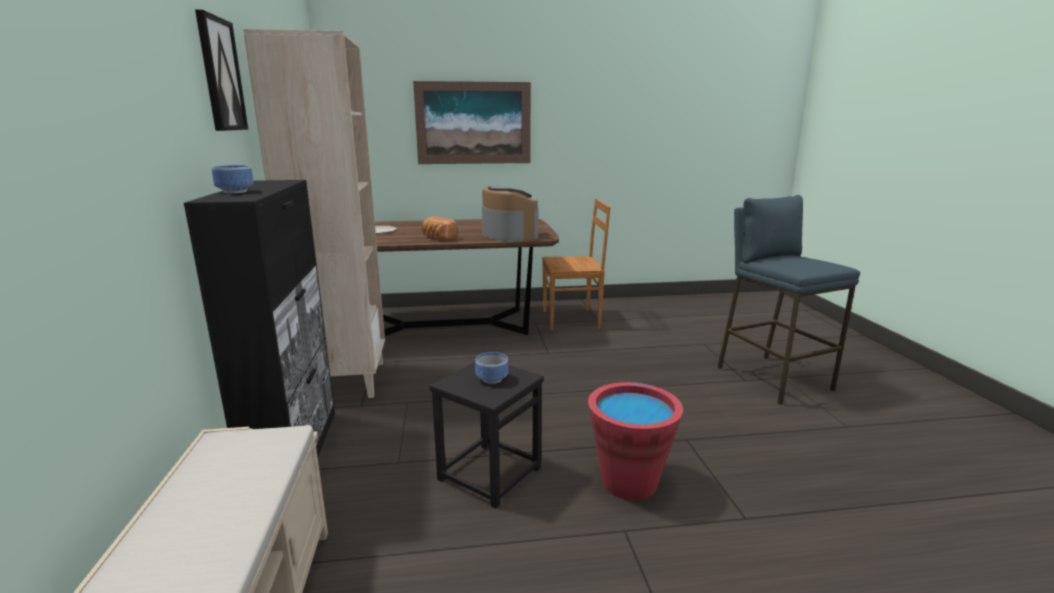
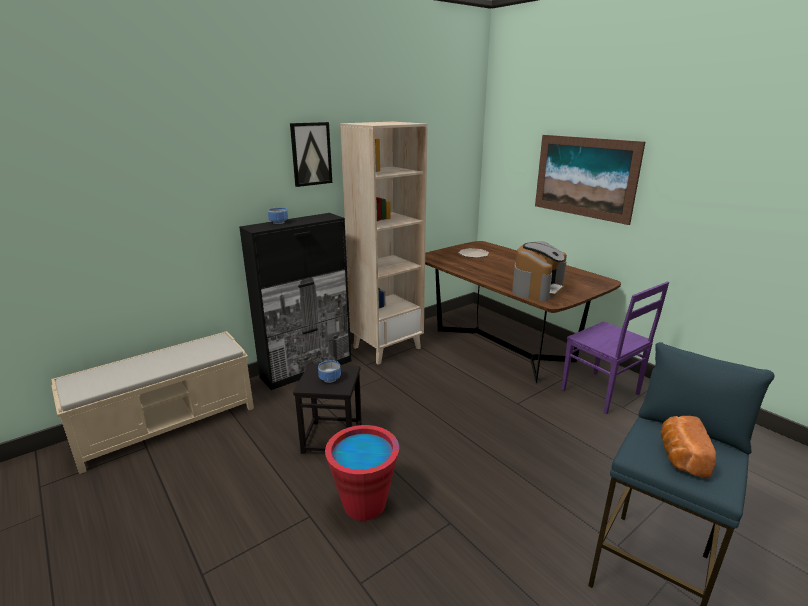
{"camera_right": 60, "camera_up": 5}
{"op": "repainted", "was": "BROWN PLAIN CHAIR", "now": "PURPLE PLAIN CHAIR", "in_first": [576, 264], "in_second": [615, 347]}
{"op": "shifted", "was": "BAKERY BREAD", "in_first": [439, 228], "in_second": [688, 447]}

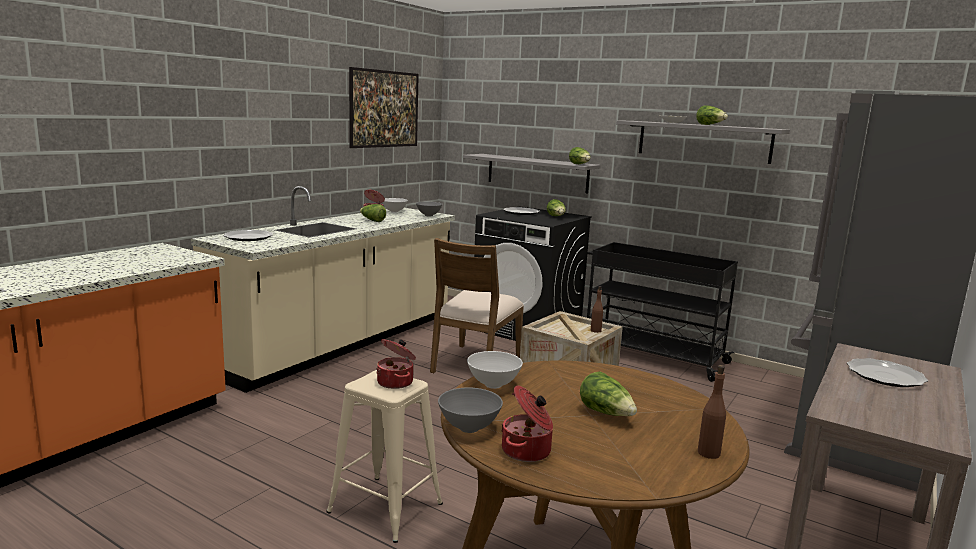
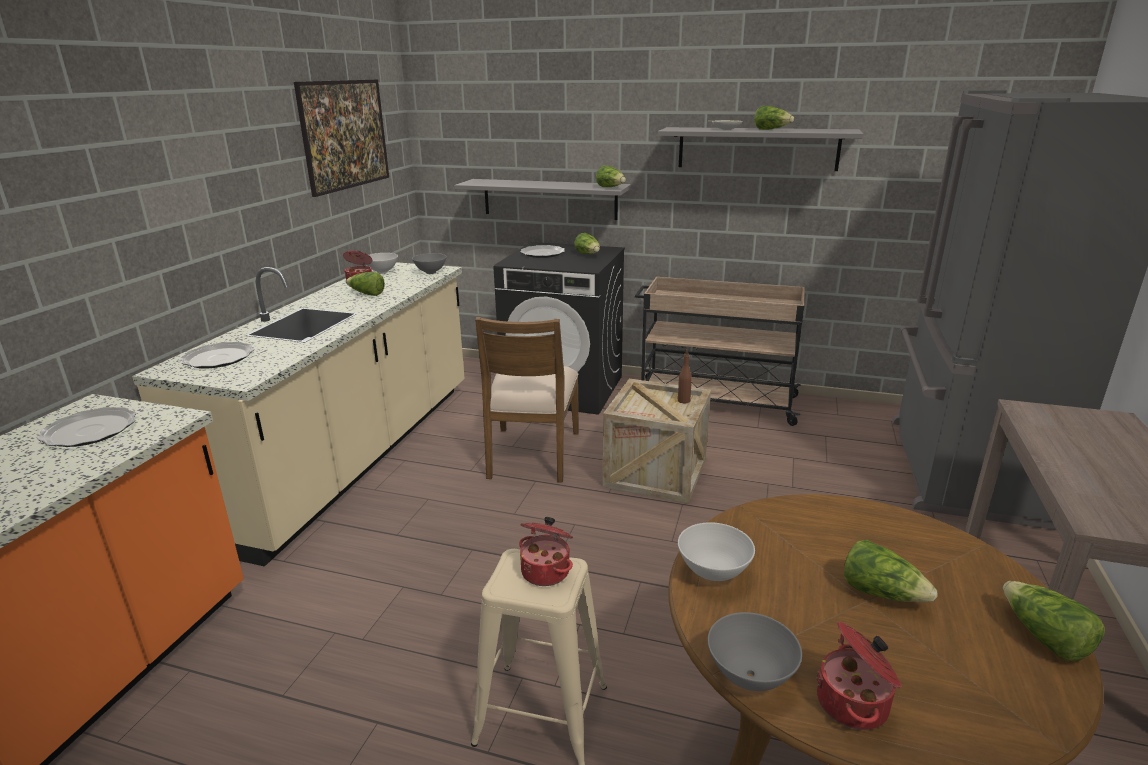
{"camera_right": -15, "camera_up": 10}
{"op": "shifted", "was": "FLAT DISH", "in_first": [887, 372], "in_second": [87, 427]}
{"op": "repainted", "was": "BLACK WHEELED CART", "now": "BEIGE WHEELED CART", "in_first": [662, 312], "in_second": [720, 351]}
{"op": "swapped", "was": "BROWN BEVERAGE BOTTLE", "now": "HEAD OF LETTUCE", "in_first": [712, 412], "in_second": [1054, 621]}

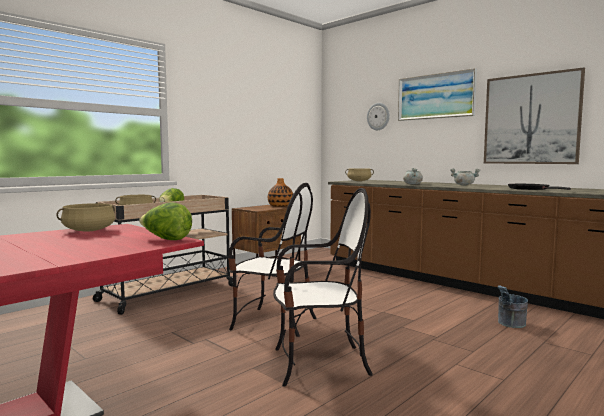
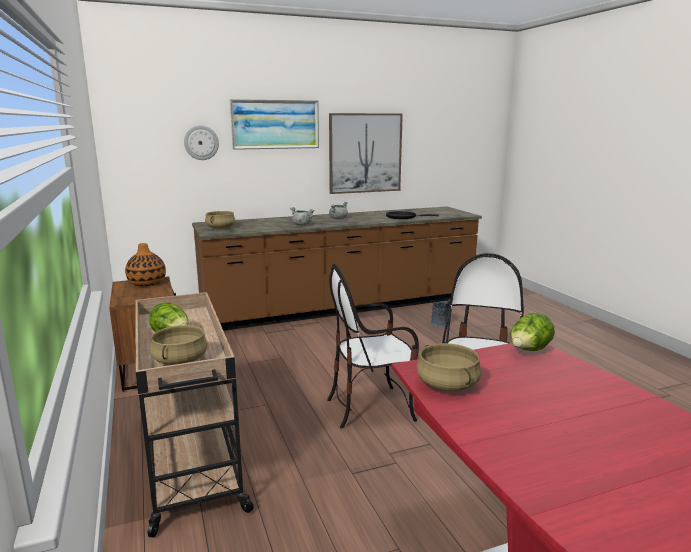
{"camera_right": -65, "camera_up": 10}
{"op": "rotated", "was": "PLAIN CHAIR", "in_first": [272, 260], "in_second": [373, 346], "clockwise": -150}

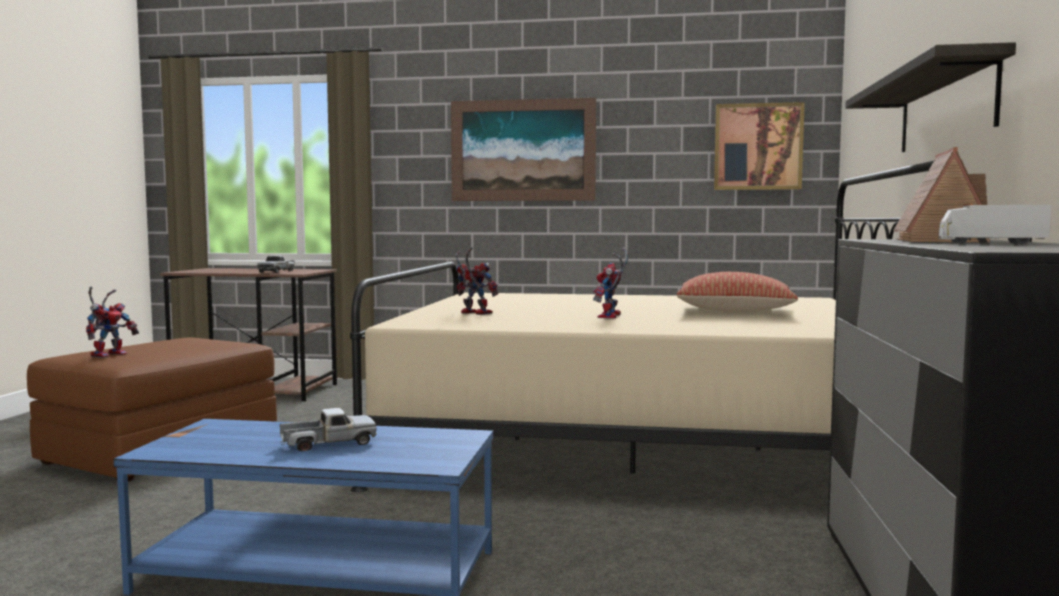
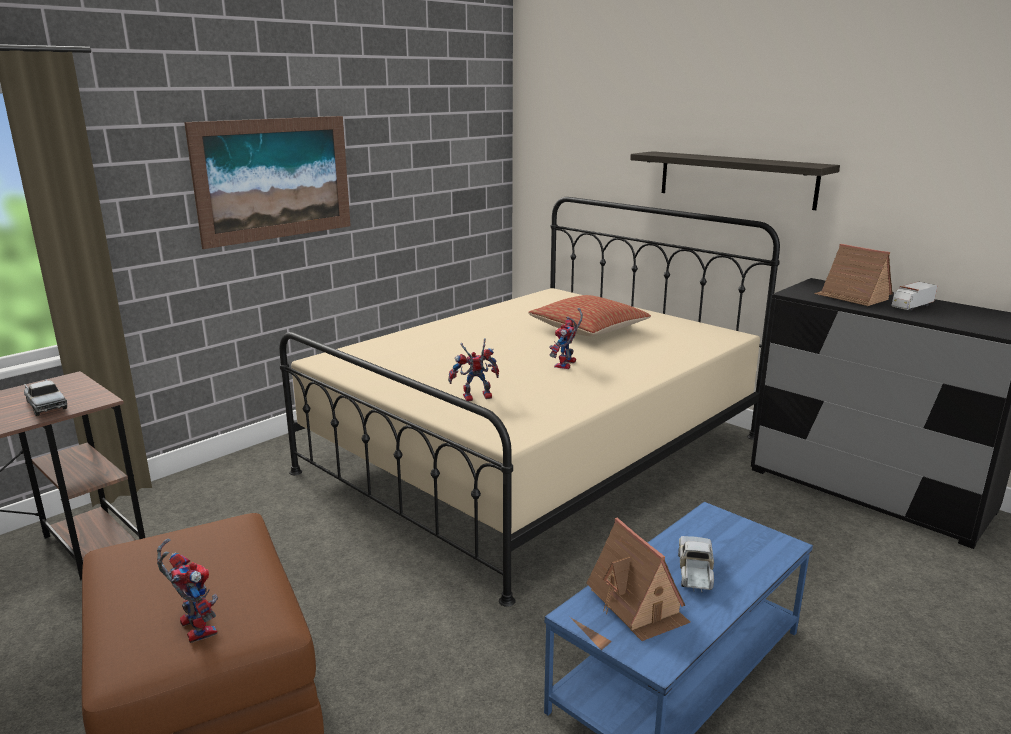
{"camera_right": -55, "camera_up": 15}
{"op": "rotated", "was": "ROBOT FIGURE", "in_first": [610, 283], "in_second": [566, 338], "clockwise": 60}
{"op": "new", "now": "TOY HOUSE", "in_second": [638, 579]}
{"op": "gone", "was": "WALL ART", "in_first": [759, 146]}

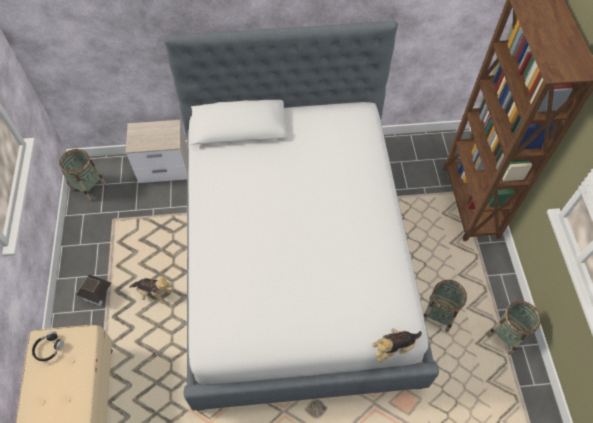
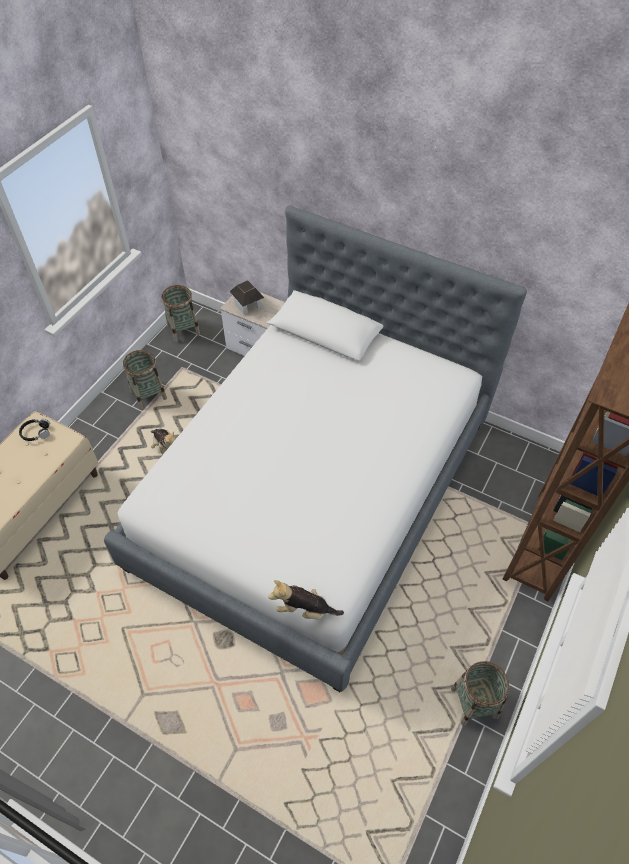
{"camera_right": 35, "camera_up": -5}
{"op": "shifted", "was": "STORAGE BASKET", "in_first": [445, 306], "in_second": [145, 380]}
{"op": "shifted", "was": "TOY HOUSE", "in_first": [93, 290], "in_second": [247, 297]}

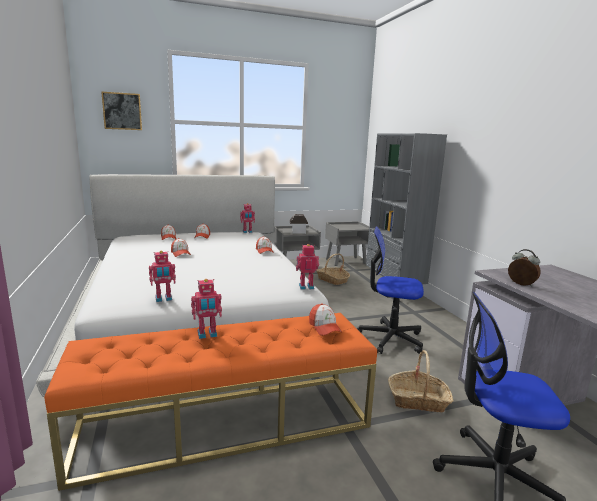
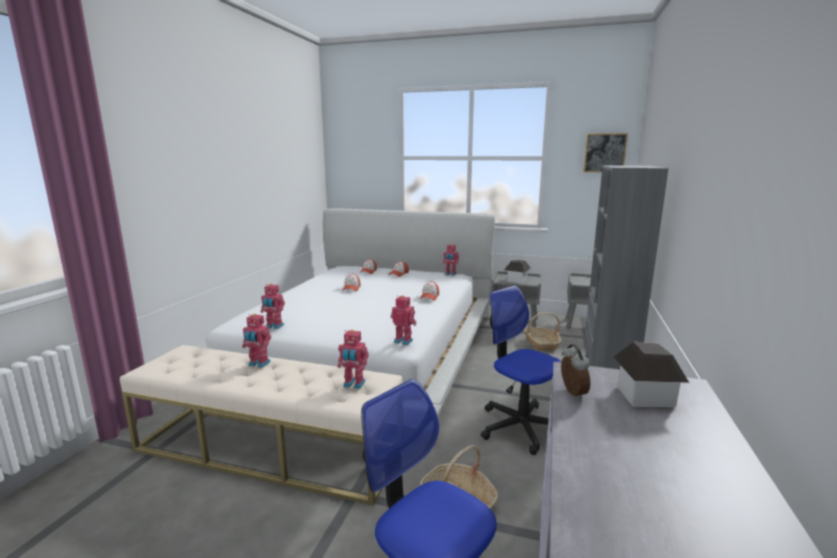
{"camera_right": 35, "camera_up": 0}
{"op": "repainted", "was": "ORANGE-COLOURED BENCH", "now": "BEIGE BENCH", "in_first": [210, 402], "in_second": [261, 425]}
{"op": "swapped", "was": "BASEBALL CAP", "now": "ROBOT FIGURE", "in_first": [325, 319], "in_second": [353, 359]}
{"op": "shifted", "was": "WALL ART", "in_first": [121, 110], "in_second": [605, 152]}
{"op": "new", "now": "TOY HOUSE", "in_second": [651, 374]}

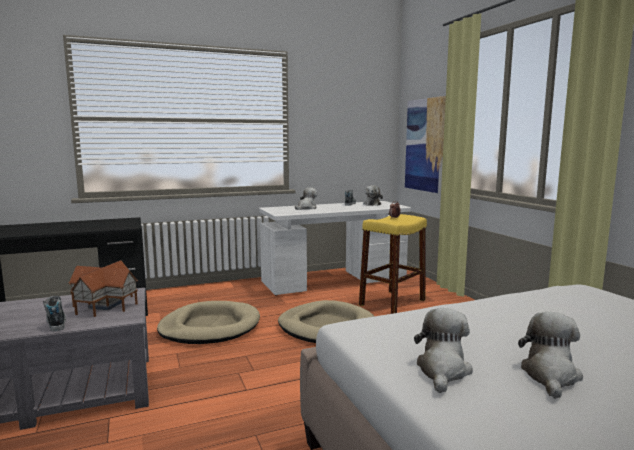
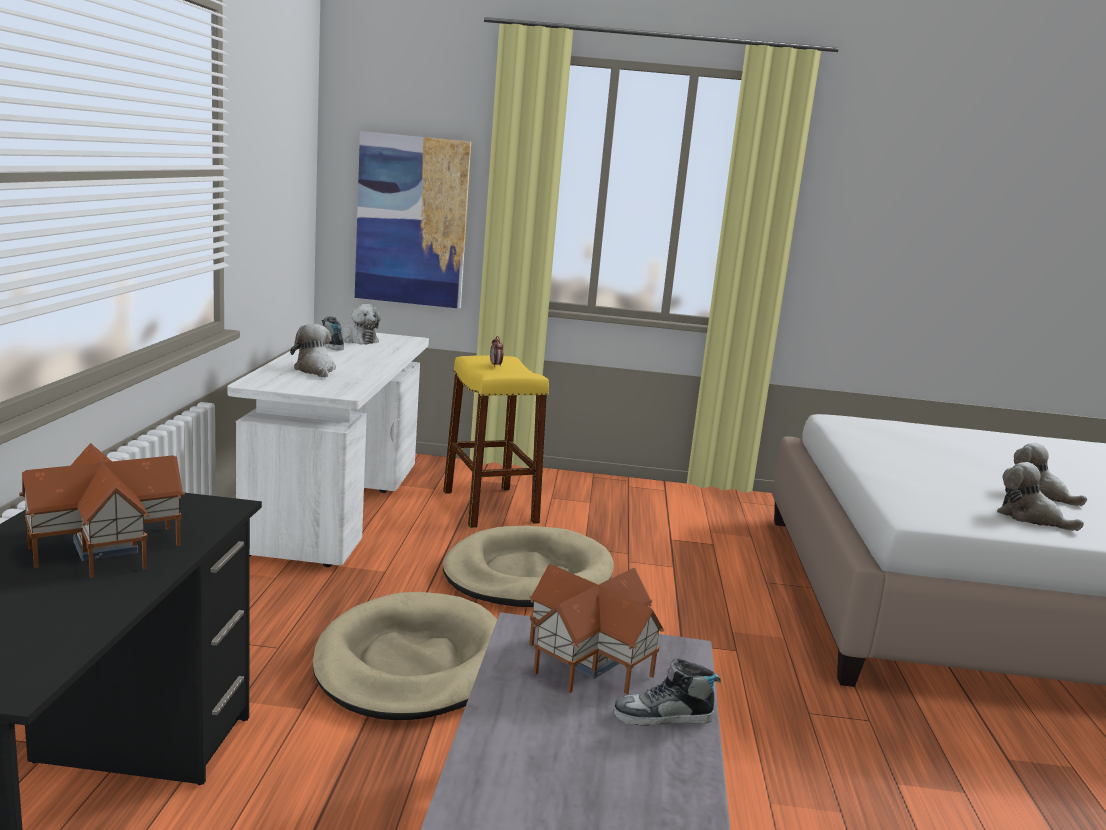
{"camera_right": -65, "camera_up": 5}
{"op": "new", "now": "TOY HOUSE", "in_second": [102, 510]}

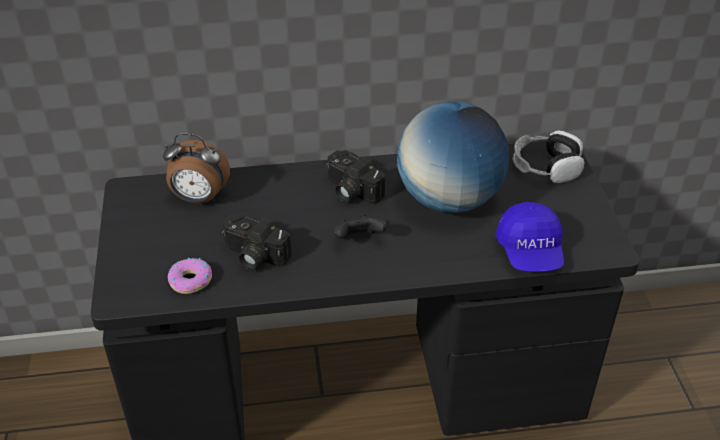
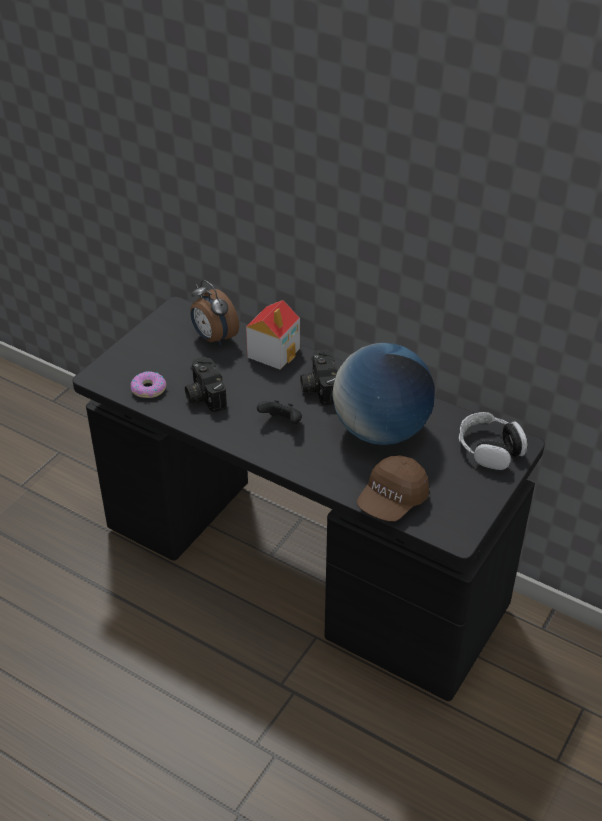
{"camera_right": 40, "camera_up": 0}
{"op": "new", "now": "TOY HOUSE", "in_second": [273, 335]}
{"op": "repainted", "was": "BLUE BASEBALL CAP", "now": "BROWN BASEBALL CAP", "in_first": [529, 237], "in_second": [393, 488]}

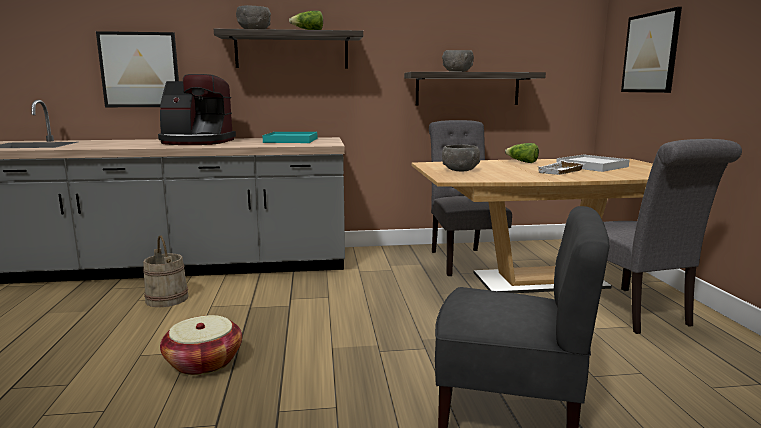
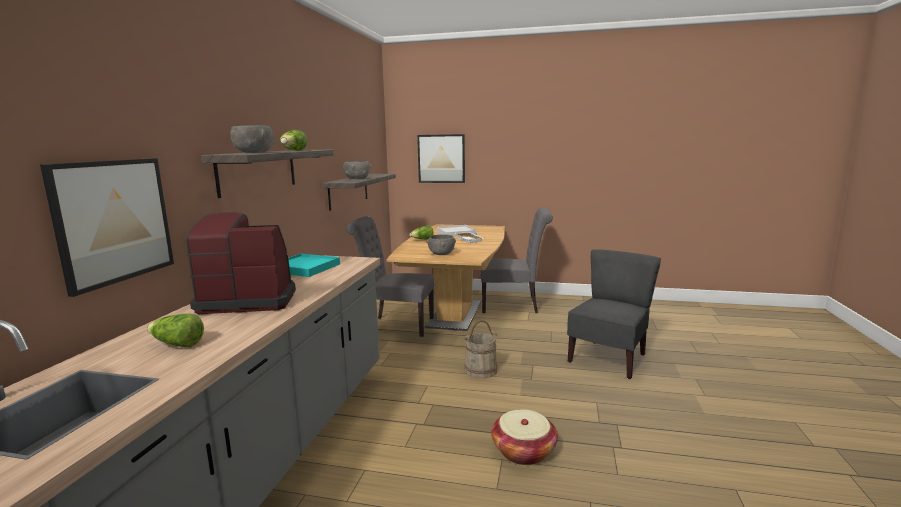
{"camera_right": -70, "camera_up": 0}
{"op": "new", "now": "HEAD OF LETTUCE", "in_second": [175, 330]}
{"op": "rotated", "was": "COFFEE MACHINE", "in_first": [197, 109], "in_second": [241, 263], "clockwise": -120}
{"op": "shifted", "was": "BEIGE BUCKET", "in_first": [166, 271], "in_second": [480, 349]}

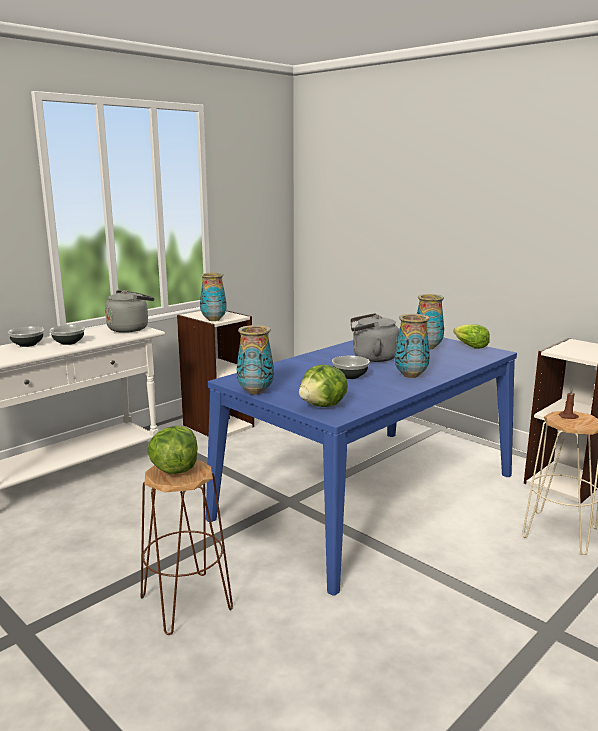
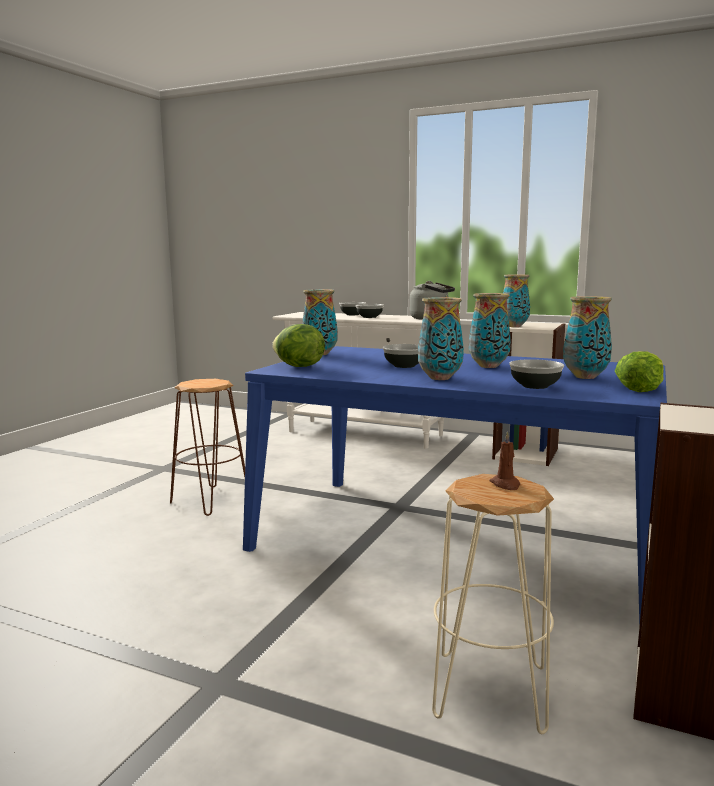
{"camera_right": 70, "camera_up": -5}
{"op": "swapped", "was": "GRAY TEA KETTLE", "now": "VASE", "in_first": [375, 337], "in_second": [490, 330]}
{"op": "new", "now": "DEEP DISH", "in_second": [536, 374]}
{"op": "gone", "was": "HEAD OF LETTUCE", "in_first": [172, 450]}

